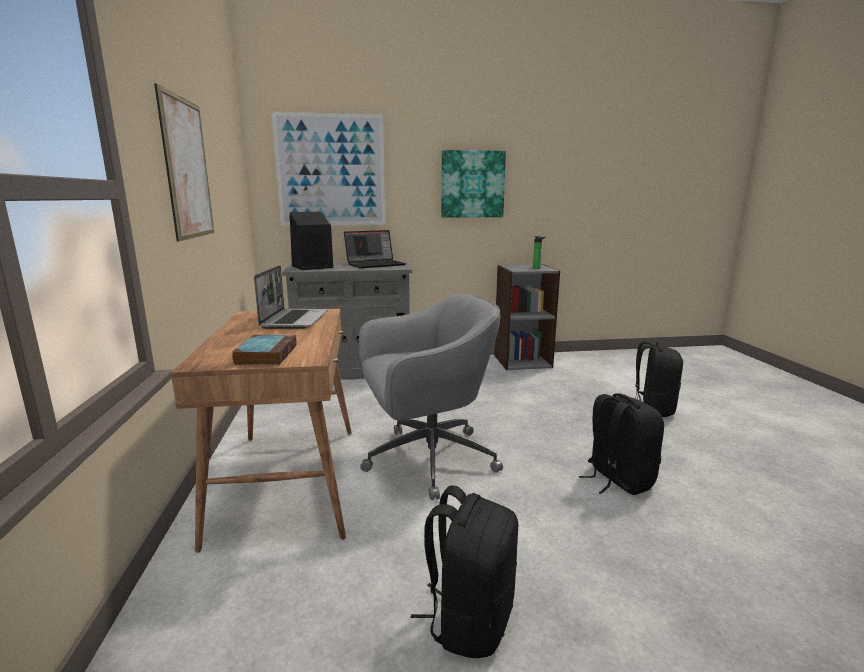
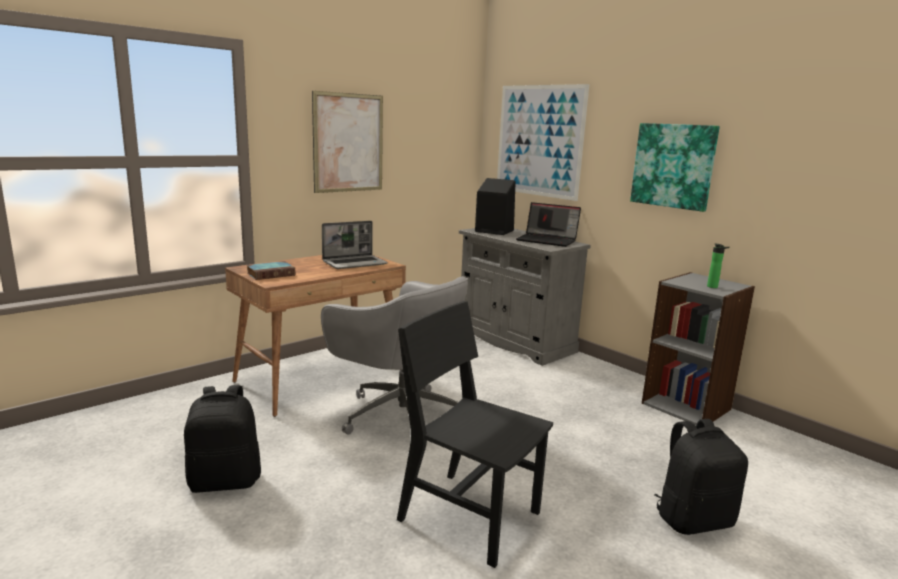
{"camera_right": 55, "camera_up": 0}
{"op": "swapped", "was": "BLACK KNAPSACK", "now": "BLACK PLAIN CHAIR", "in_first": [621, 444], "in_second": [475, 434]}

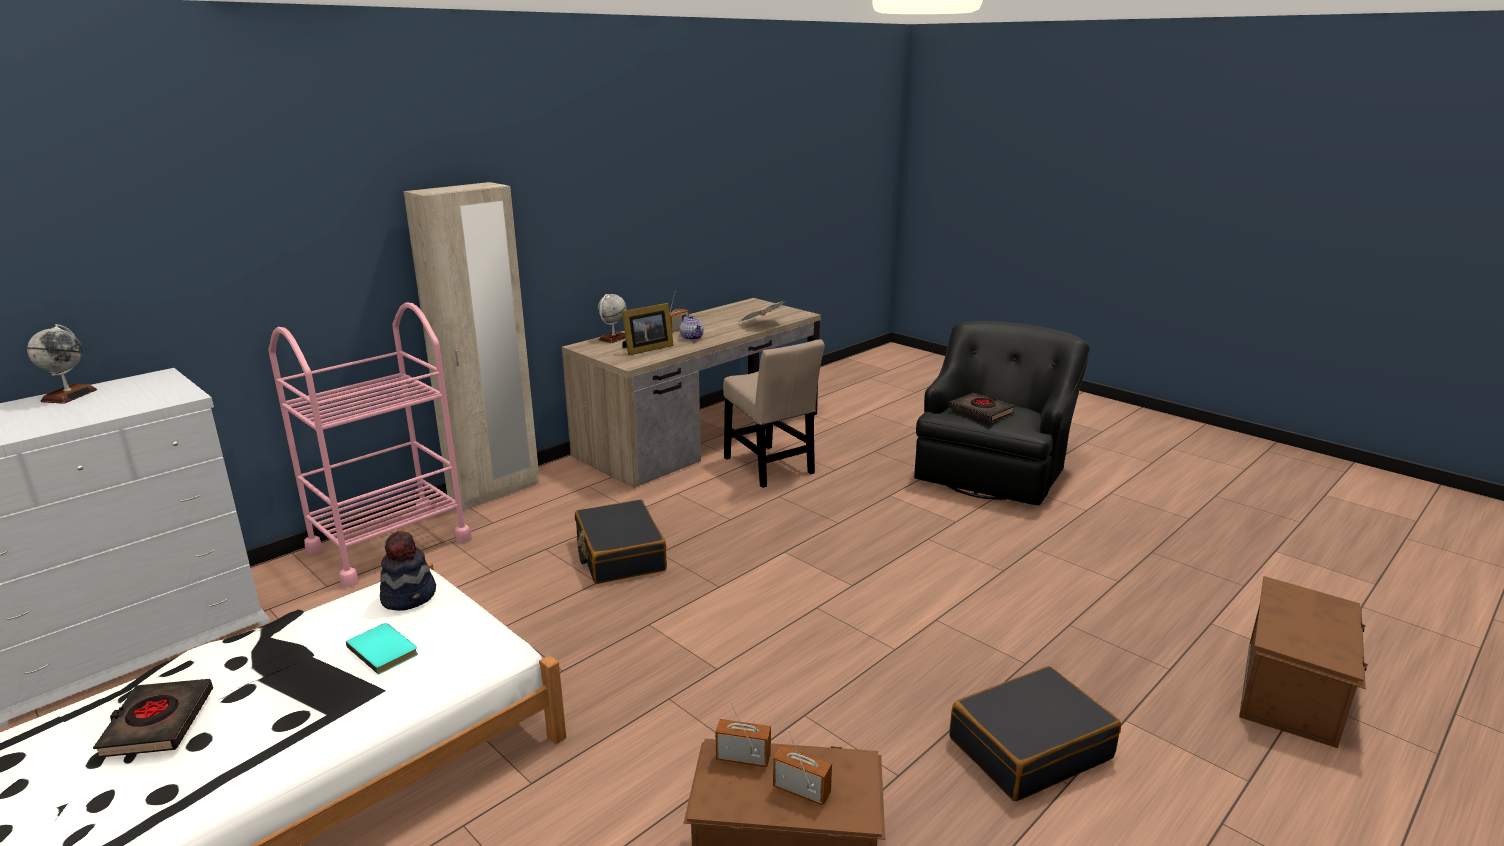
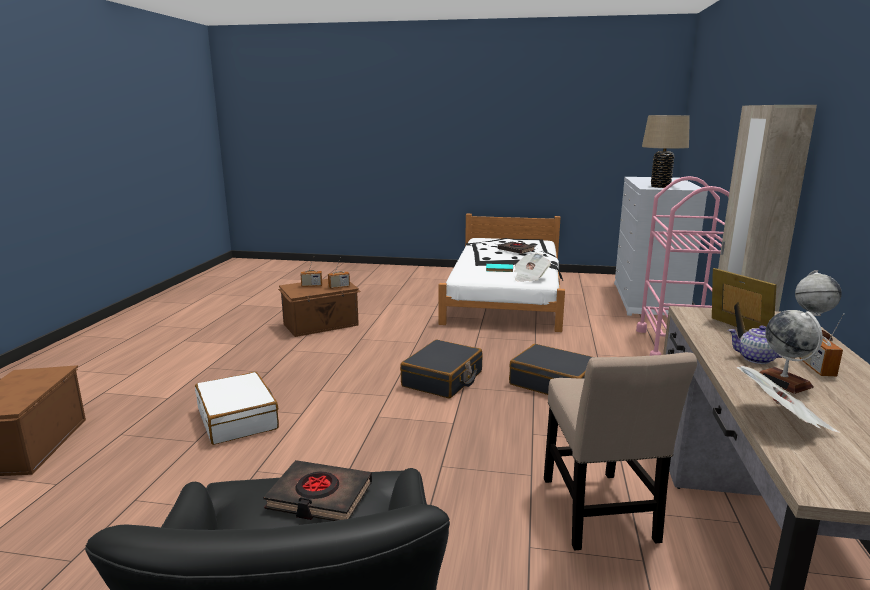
{"camera_right": 145, "camera_up": -5}
{"op": "new", "now": "WHITE TRAVEL CASE", "in_second": [237, 408]}
{"op": "shifted", "was": "BLACK TRAVEL CASE", "in_first": [1035, 733], "in_second": [441, 369]}
{"op": "swapped", "was": "CLOTHING HAT", "now": "PRINTED PAPER", "in_first": [408, 571], "in_second": [532, 267]}
{"op": "rotated", "was": "BEIGE PLAIN CHAIR", "in_first": [774, 413], "in_second": [620, 451], "clockwise": -120}
{"op": "new", "now": "BEIGE TABLE LAMP", "in_second": [666, 151]}
{"op": "rotated", "was": "PHOTO FRAME", "in_first": [648, 329], "in_second": [744, 303], "clockwise": 135}
{"op": "shifted", "was": "GLOBE", "in_first": [62, 364], "in_second": [791, 352]}

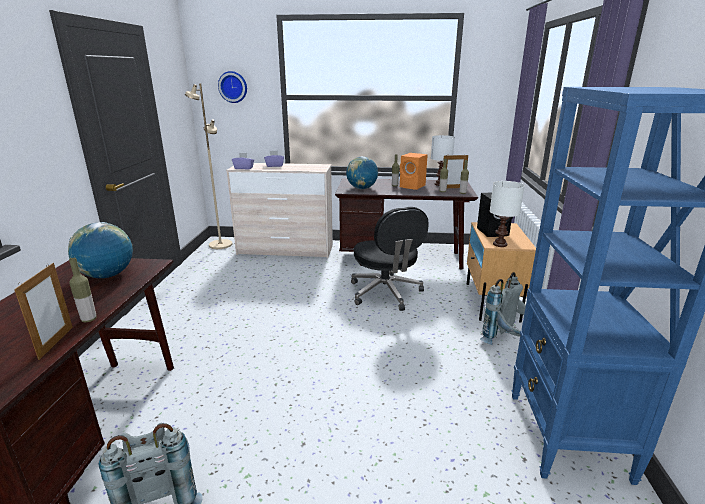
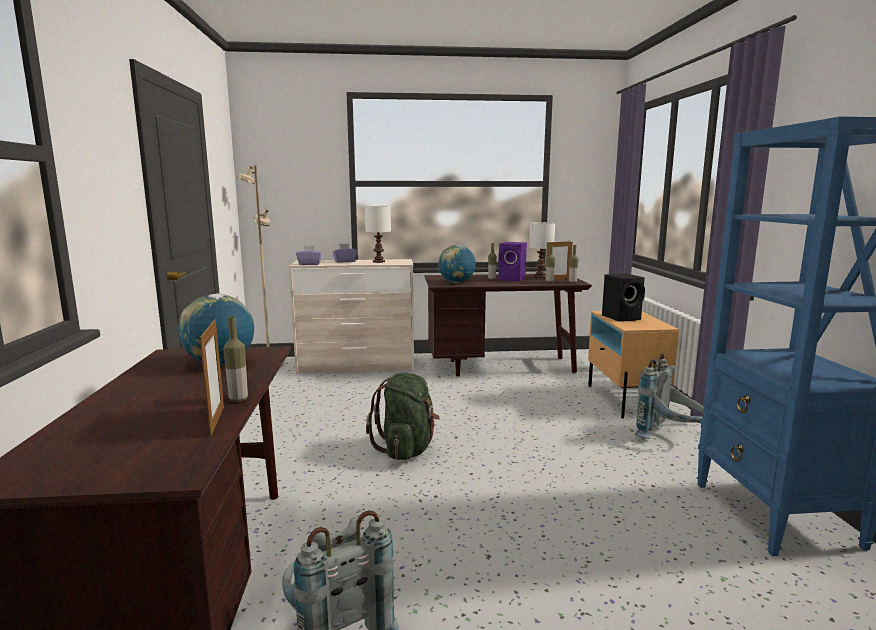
{"camera_right": -10, "camera_up": -10}
{"op": "shifted", "was": "WHITE TABLE LAMP", "in_first": [507, 214], "in_second": [378, 234]}
{"op": "new", "now": "GREEN-COLOURED KNAPSACK", "in_second": [403, 416]}
{"op": "repainted", "was": "ORANGE-COLOURED SPEAKER", "now": "PURPLE SPEAKER", "in_first": [414, 171], "in_second": [512, 261]}
{"op": "gone", "was": "HANGING CLOCK", "in_first": [232, 87]}
{"op": "gone", "was": "BLACK COMPUTER CHAIR", "in_first": [390, 259]}

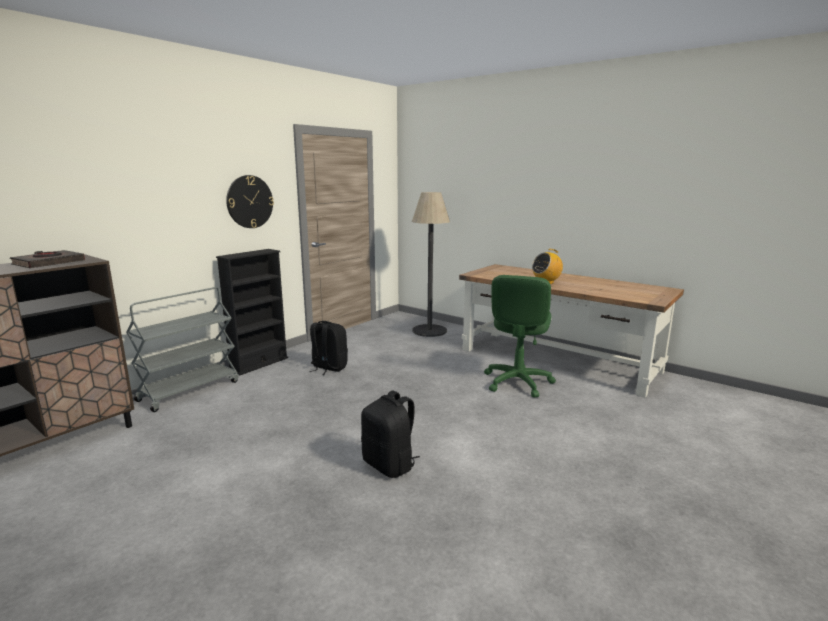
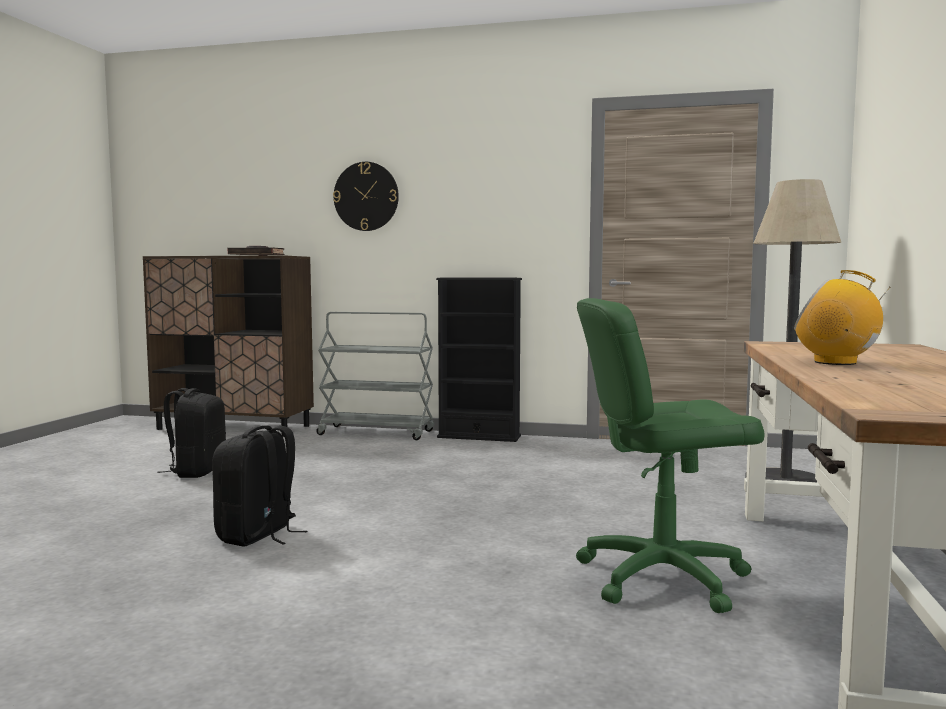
{"camera_right": 65, "camera_up": -10}
{"op": "shifted", "was": "BLACK KNAPSACK", "in_first": [329, 348], "in_second": [191, 433]}
{"op": "shifted", "was": "HANGING CLOCK", "in_first": [250, 201], "in_second": [366, 196]}

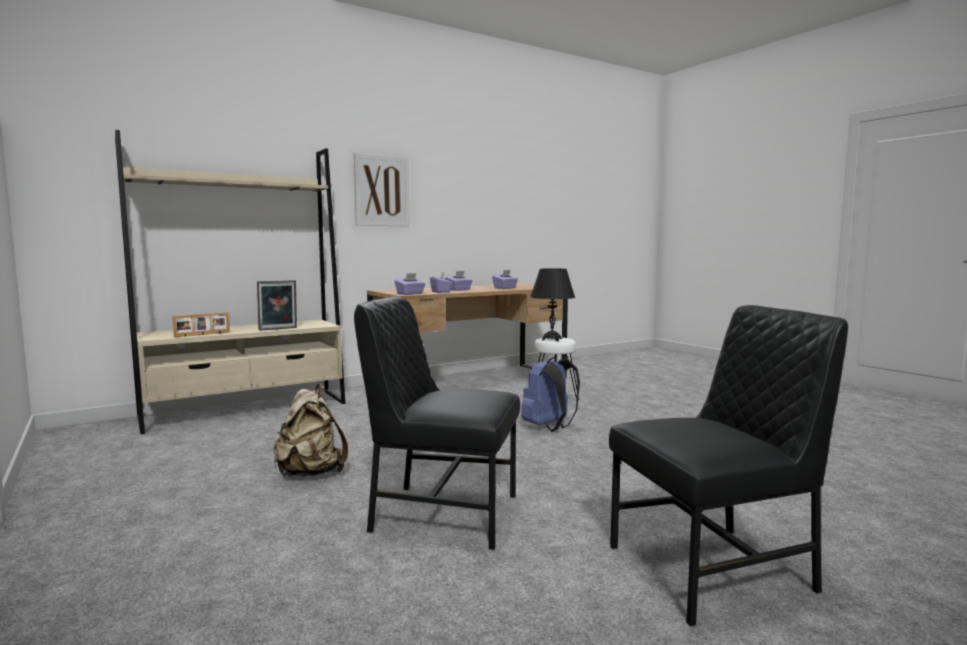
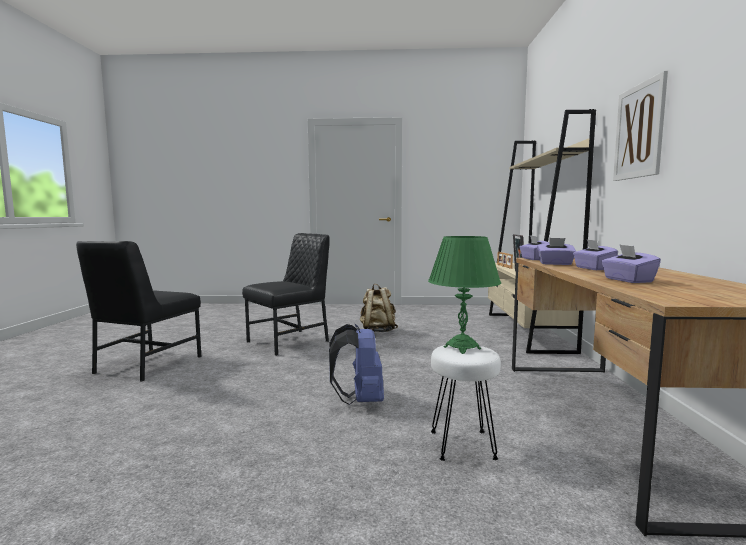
{"camera_right": 125, "camera_up": 0}
{"op": "repainted", "was": "BLACK TABLE LAMP", "now": "GREEN-COLOURED TABLE LAMP", "in_first": [553, 304], "in_second": [464, 295]}

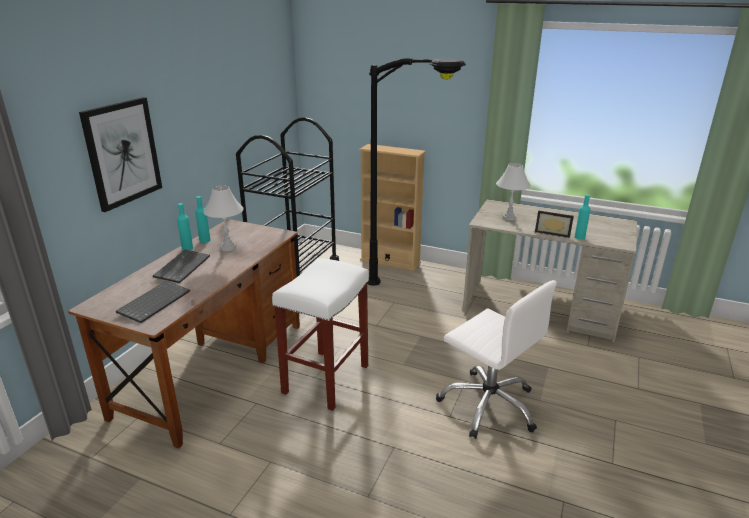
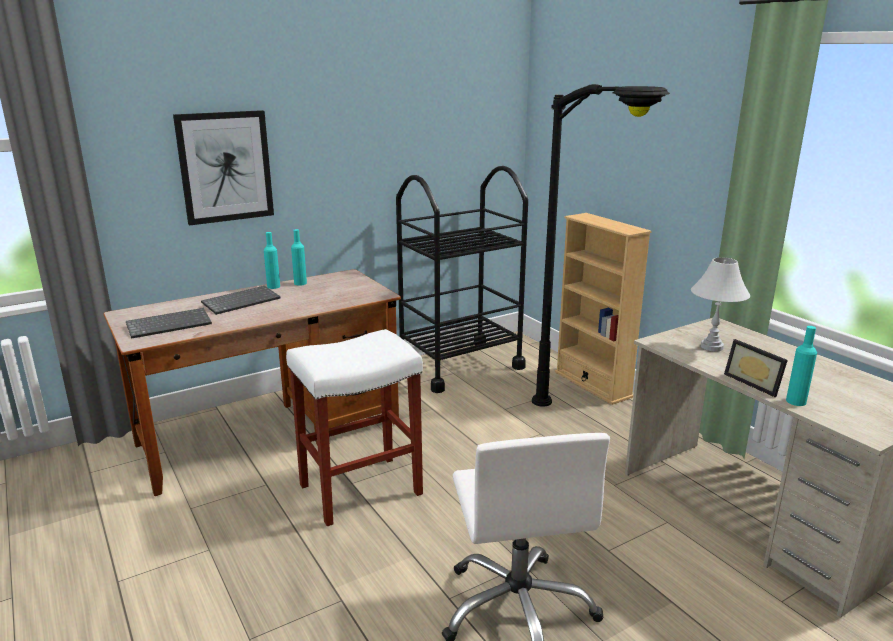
{"camera_right": 35, "camera_up": -5}
{"op": "gone", "was": "WHITE TABLE LAMP", "in_first": [223, 218]}

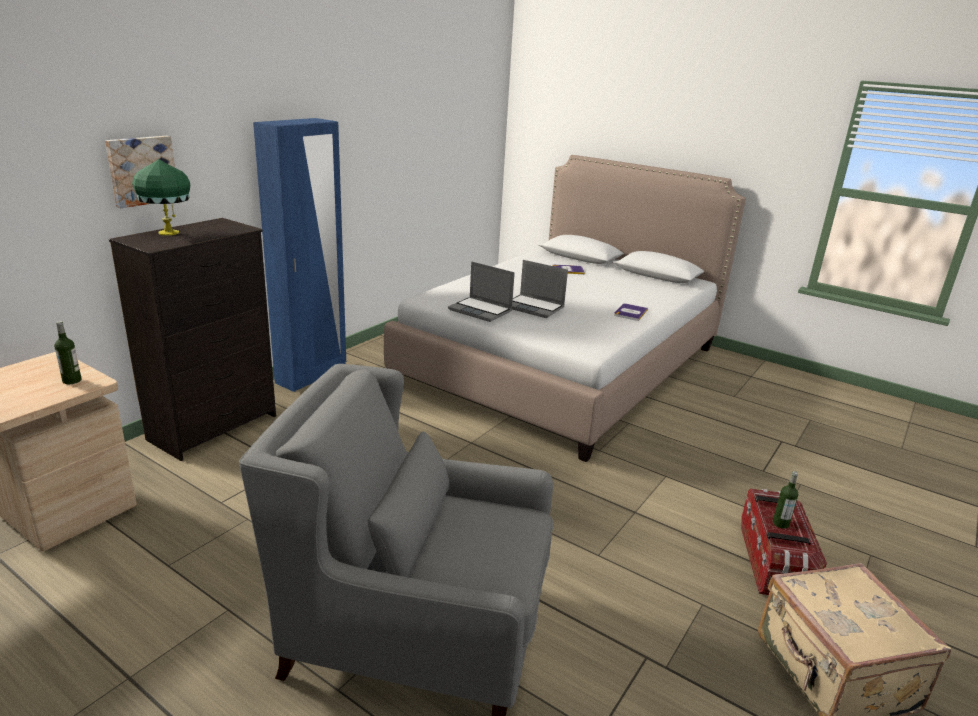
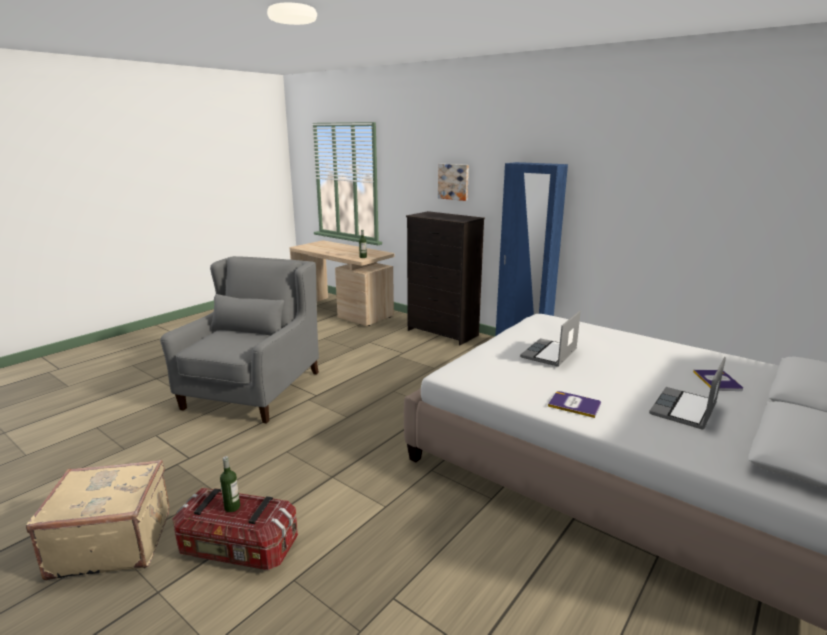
{"camera_right": 95, "camera_up": -5}
{"op": "shifted", "was": "LAPTOP", "in_first": [481, 291], "in_second": [687, 393]}
{"op": "gone", "was": "GREEN-COLOURED TABLE LAMP", "in_first": [161, 197]}

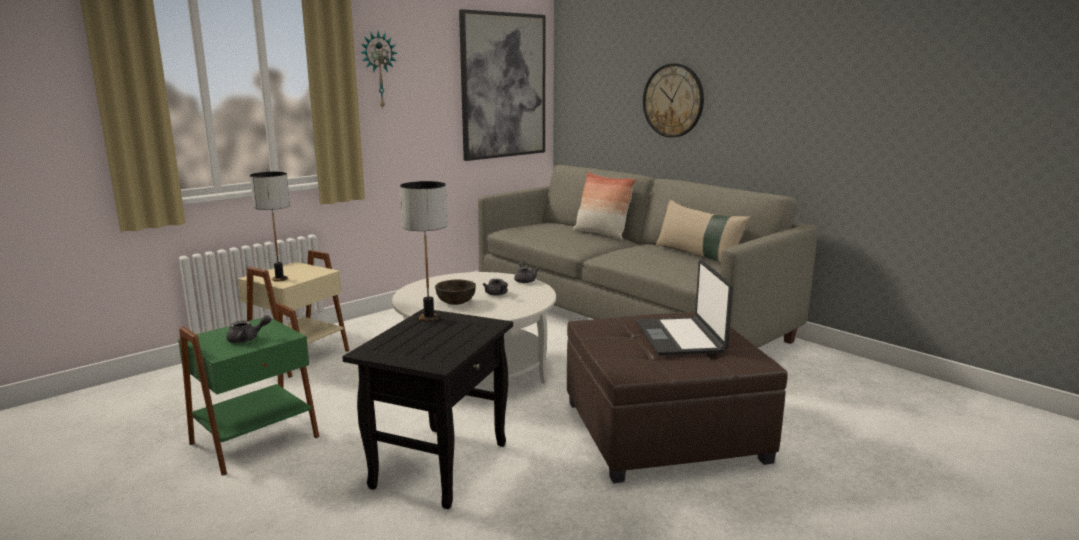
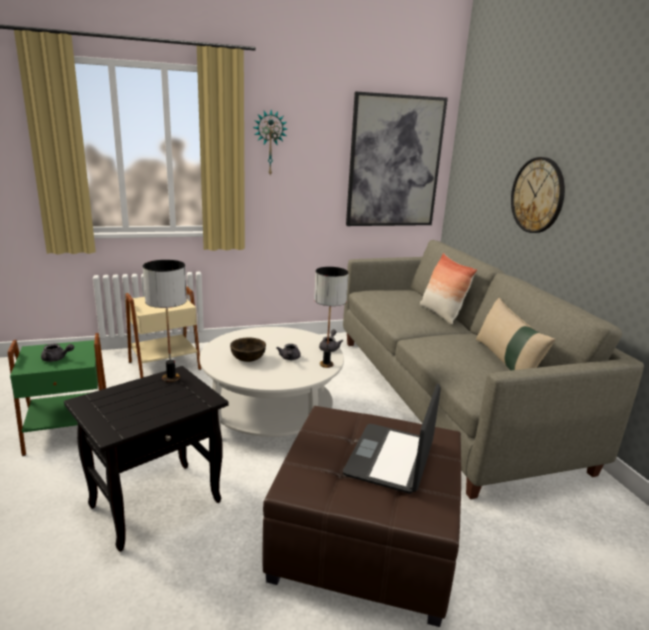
{"camera_right": 25, "camera_up": 5}
{"op": "shifted", "was": "TABLE LAMP", "in_first": [270, 227], "in_second": [331, 317]}

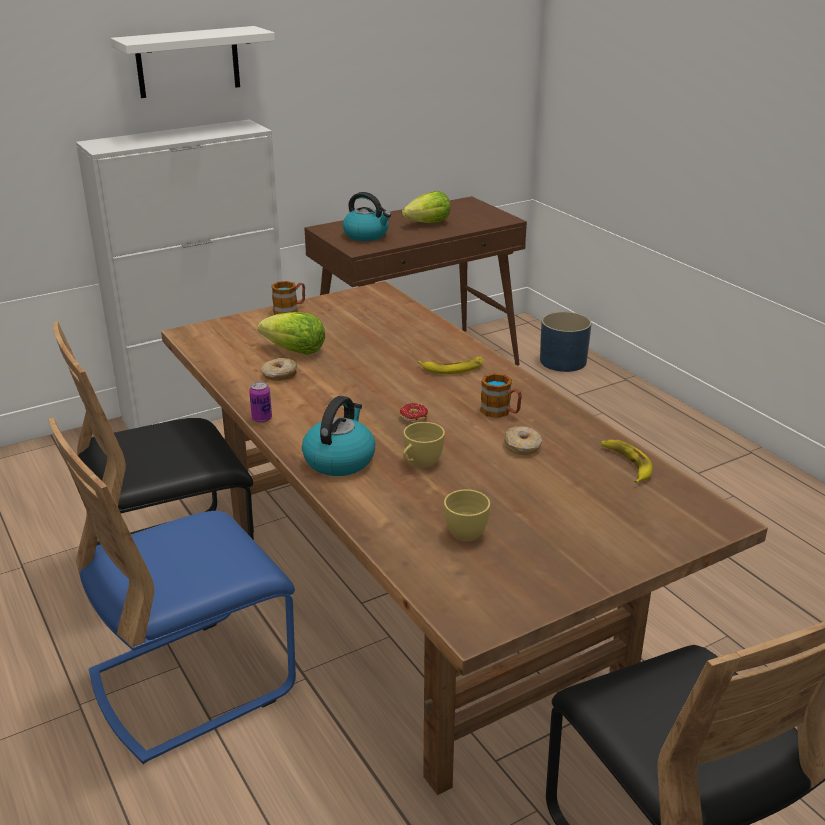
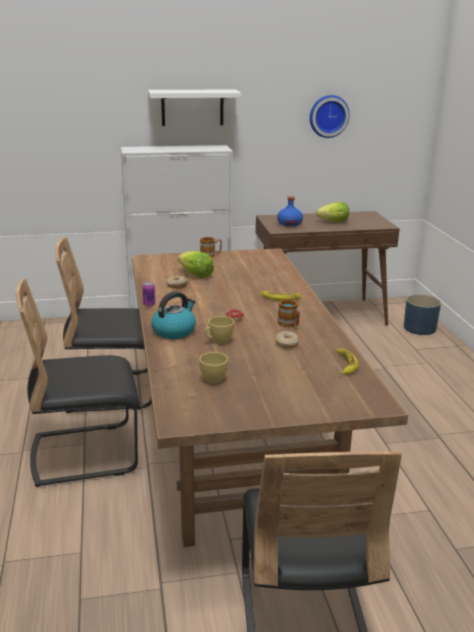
{"camera_right": 20, "camera_up": -5}
{"op": "repainted", "was": "BLUE PLAIN CHAIR", "now": "BLACK PLAIN CHAIR", "in_first": [172, 591], "in_second": [78, 382]}
{"op": "swapped", "was": "TEA KETTLE", "now": "BLUE BEVERAGE BOTTLE", "in_first": [367, 216], "in_second": [290, 211]}
{"op": "new", "now": "HANGING CLOCK", "in_second": [330, 116]}

